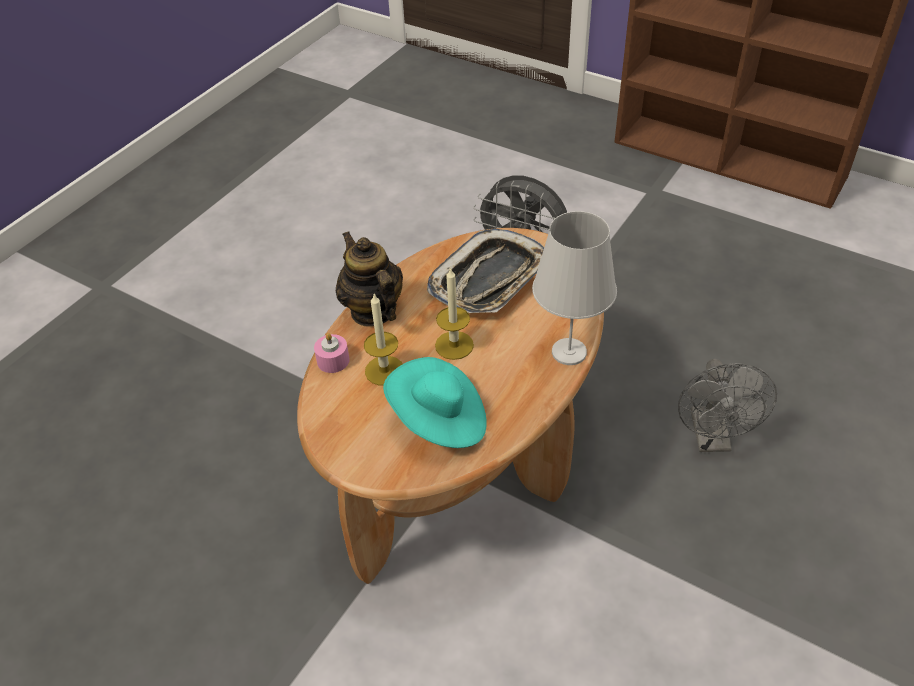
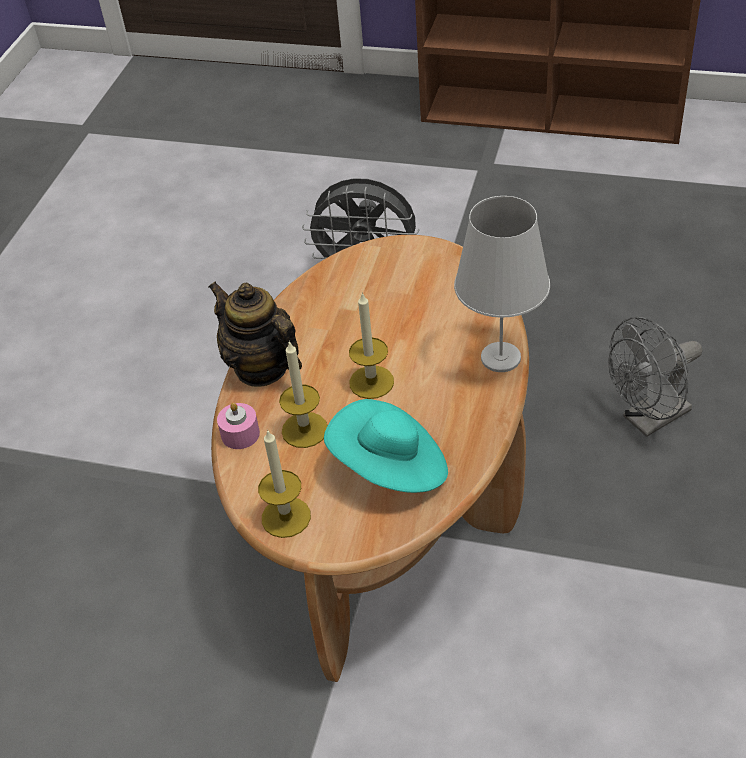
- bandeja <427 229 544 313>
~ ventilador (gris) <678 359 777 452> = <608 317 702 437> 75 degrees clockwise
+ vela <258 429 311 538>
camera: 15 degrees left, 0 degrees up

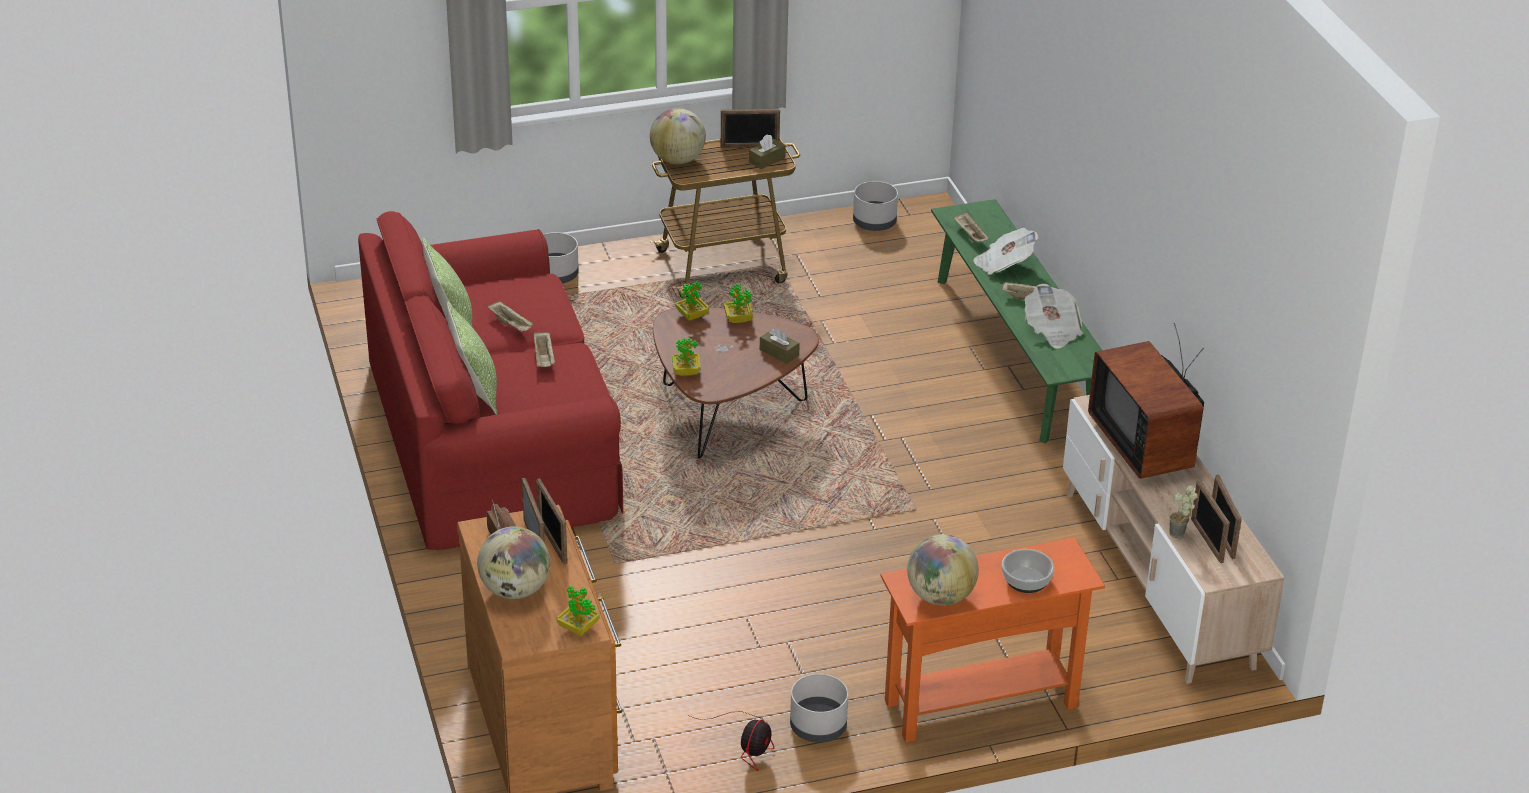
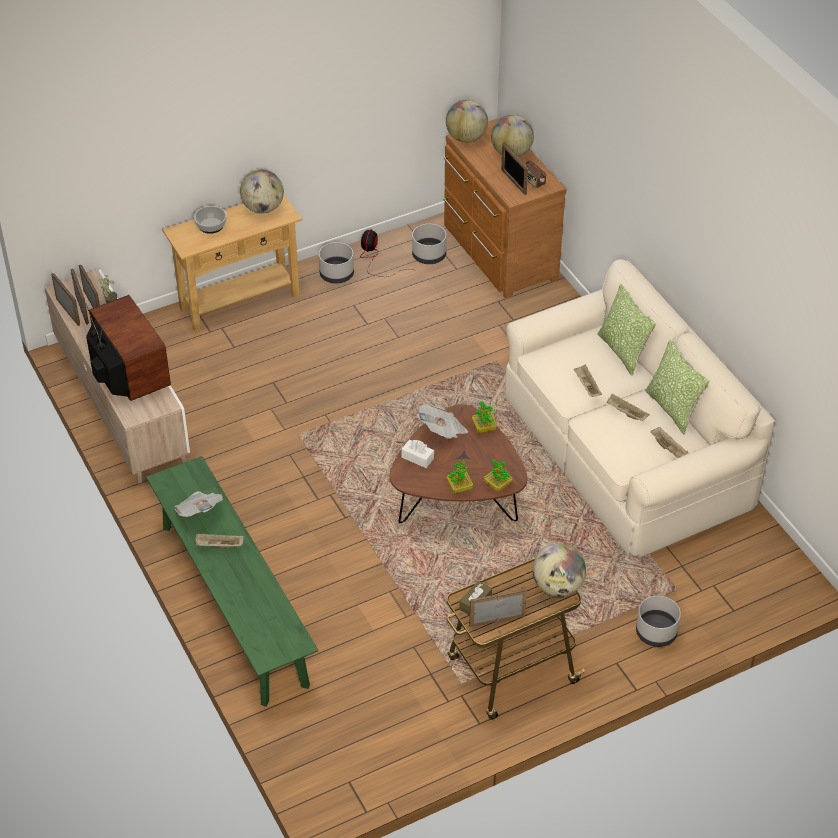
~ maceta (gris) <853 181 898 231> to <412 224 446 264>
~ sofá (rojo) <358 211 623 550> to sofá (beis) <505 259 775 557>
~ bandeja (beis) <953 212 990 242> to <650 427 688 458>
~ periódico <973 228 1039 275> to <416 404 468 439>
~ caja de pañuelos (marrón) <760 328 800 364> to caja de pañuelos (blanco) <401 440 434 468>
~ portarretratos <536 478 568 565> to <51 273 80 326>
~ mesa consola (naranja) <880 537 1105 742> to mesa consola (beis) <162 195 302 332>
~ planta en maceta <556 586 600 636> to globo terráqueo <446 100 488 143>
camera: 170 degrees right, 10 degrees up

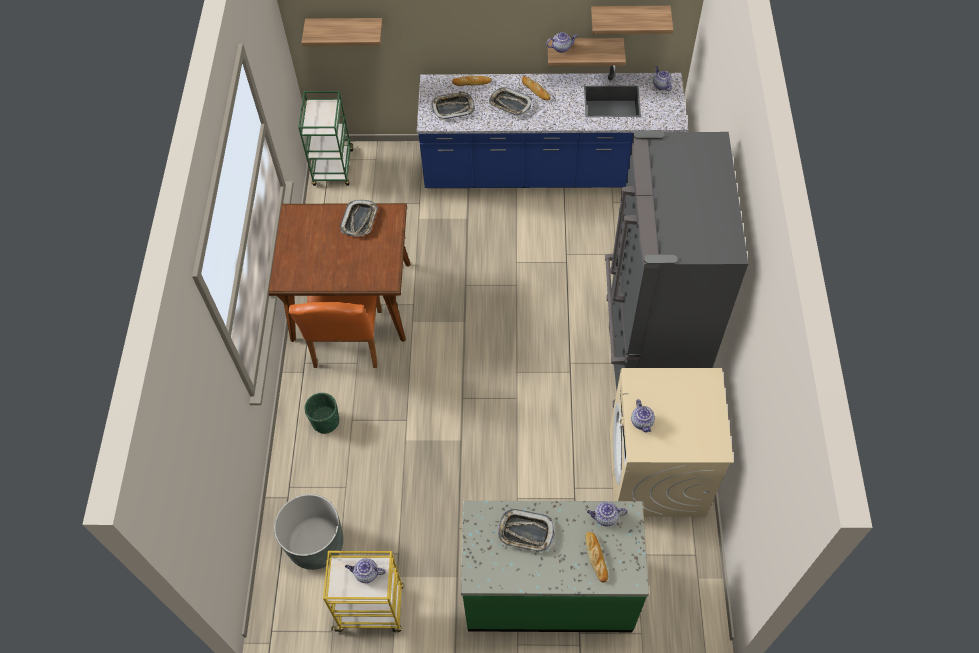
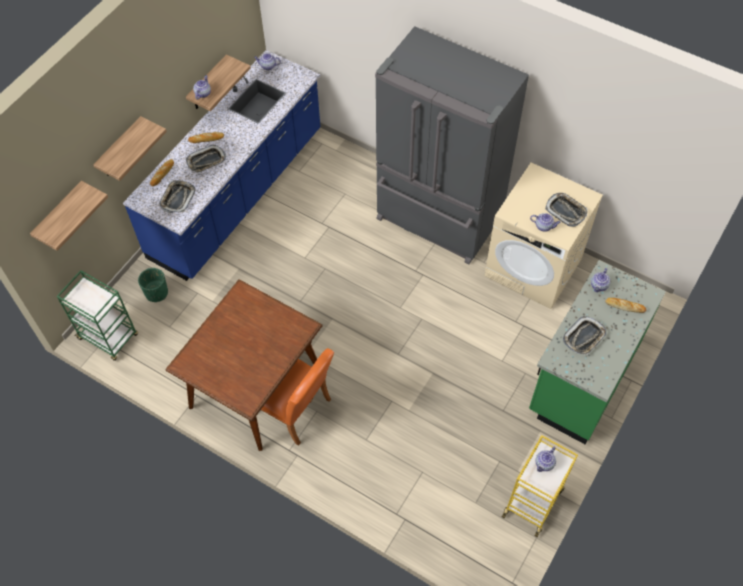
~ estante <591 6 673 34> to <93 116 167 181>
~ bandeja <340 200 378 237> to <545 193 588 227>
~ maceta (verde) <304 393 339 434> to <138 268 168 302>
- maceta (gris) <274 494 344 570>
camera: 60 degrees left, 0 degrees up

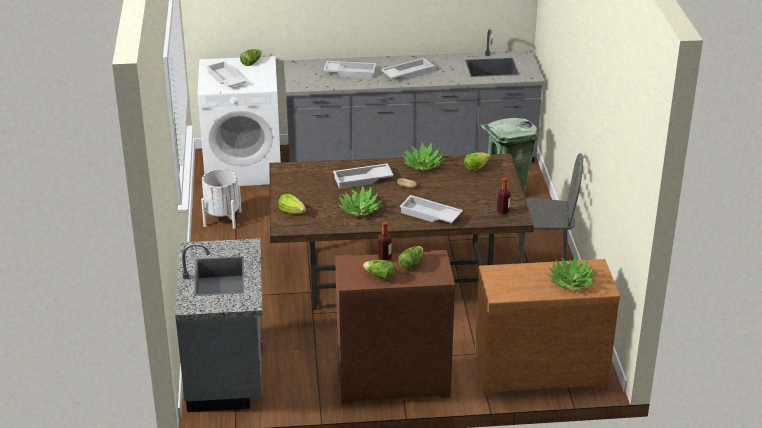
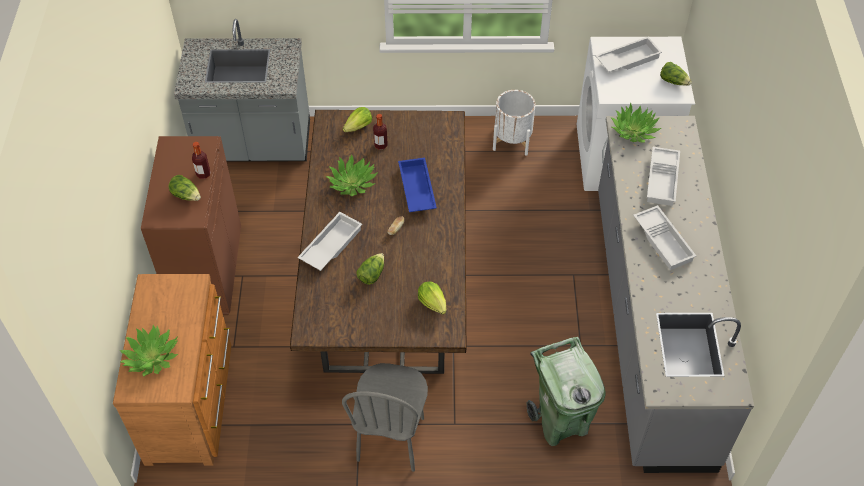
~ planta en maceta <401 143 444 171> to <610 103 661 143>
~ bandeja (blanco) <333 163 394 189> to bandeja (azul) <398 157 437 212>
~ botella <497 178 511 215> to <373 114 388 150>
~ lechuga <363 260 396 281> to <356 253 384 285>
camera: 95 degrees right, 20 degrees up

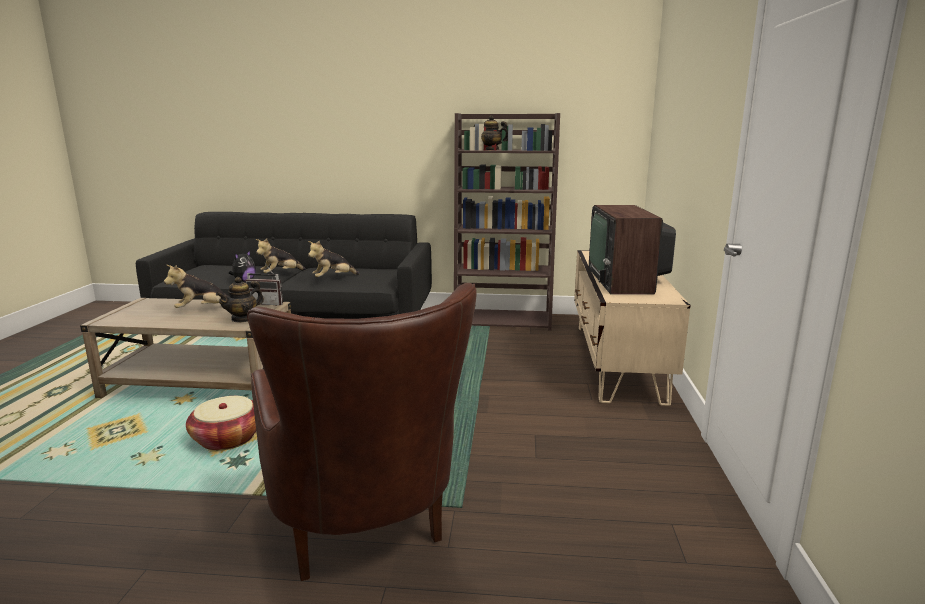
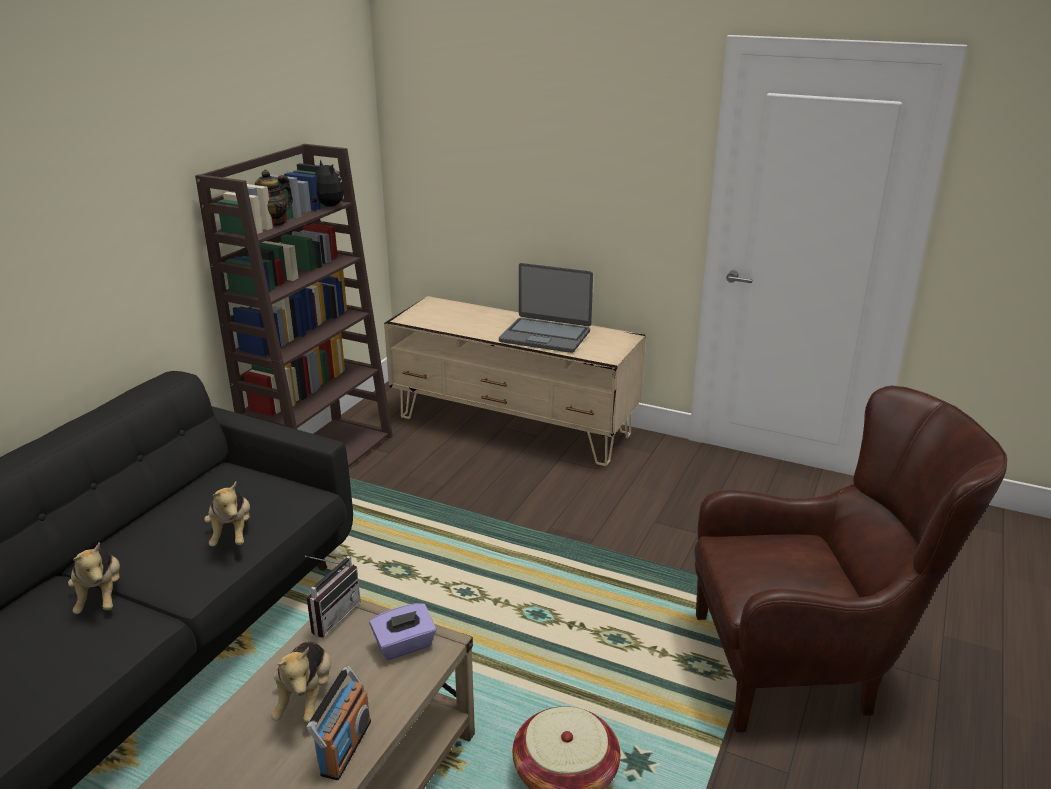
~ televisor <589 205 676 295> to portátil <499 263 593 353>
~ peluche <229 250 256 282> to <311 160 344 207>
~ tetera <216 277 264 323> to caja de pañuelos (morado) <369 603 437 660>
+ radio <306 666 371 780>
camera: 70 degrees left, 10 degrees up

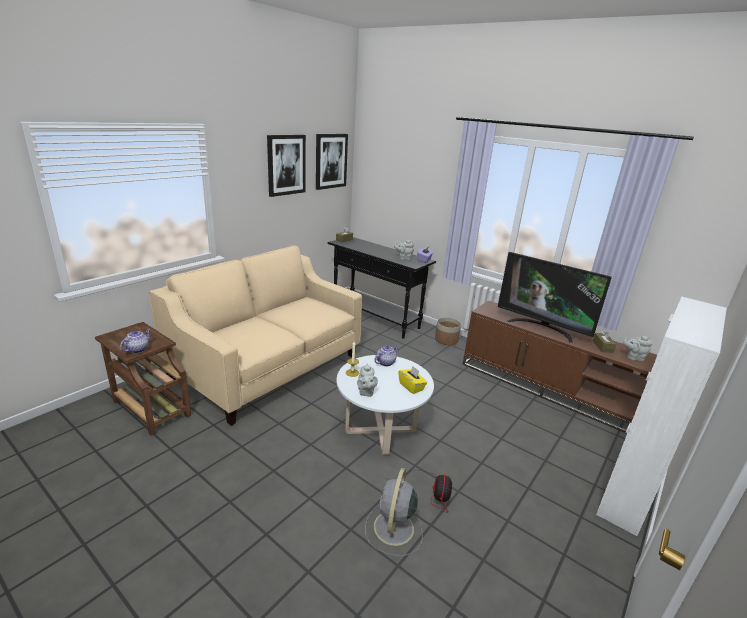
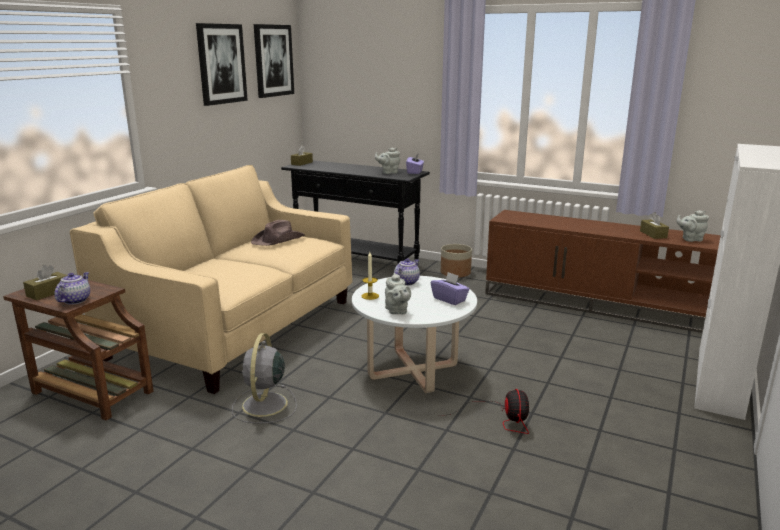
- televisor <498 252 612 343>
~ caja de pañuelos (amarillo) <398 366 427 394> to caja de pañuelos (morado) <431 272 470 305>
~ ventilador (gris) <365 468 423 556> to <232 333 297 423>
+ sombrero (marrón) <251 220 305 246>
+ caja de pañuelos (marrón) <23 265 68 300>
camera: 10 degrees left, 5 degrees down

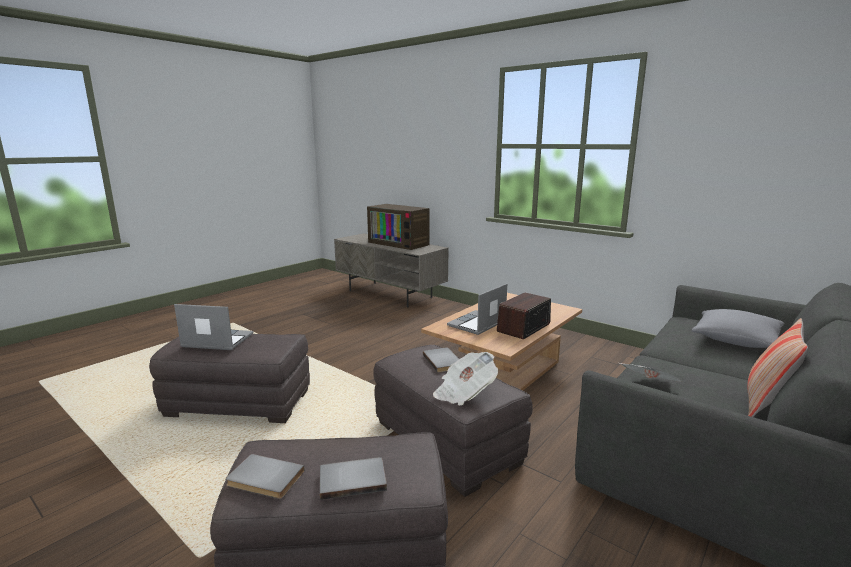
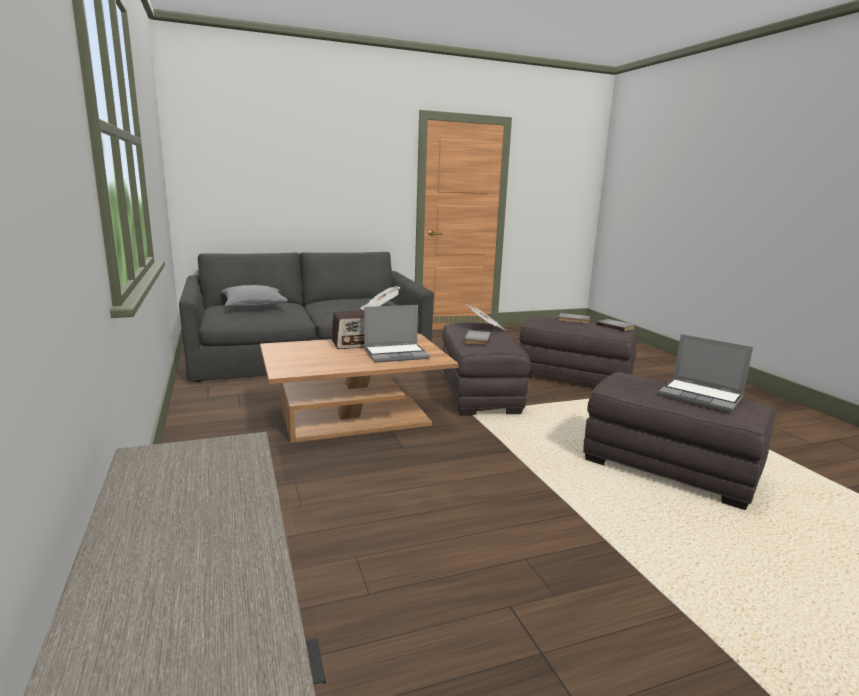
- televisor <367 204 429 250>
- cojín <747 318 808 417>
camera: 150 degrees left, 0 degrees up

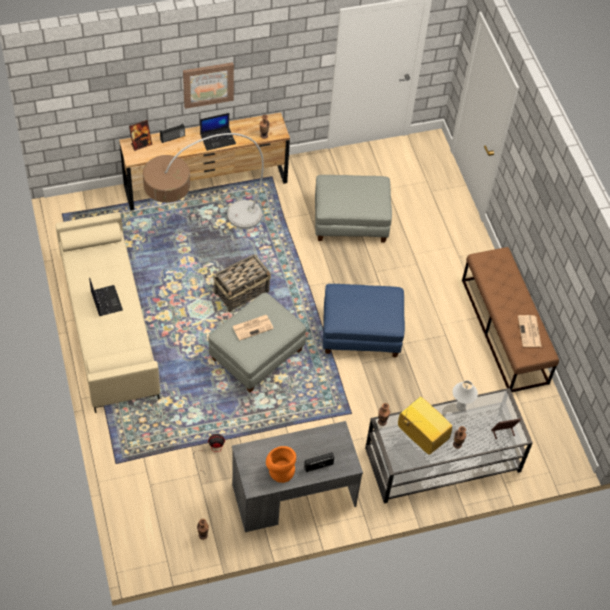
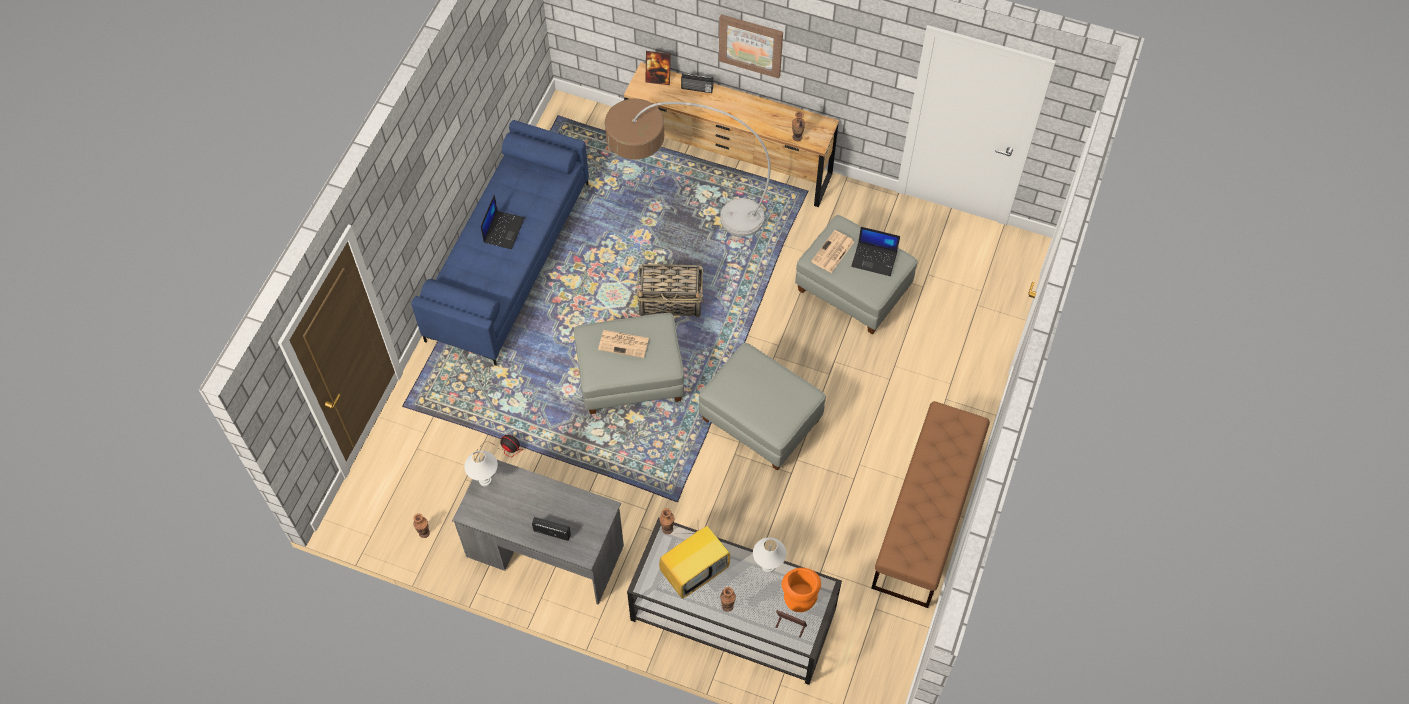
~ portátil <200 113 236 151> to <851 227 900 276>
~ sofá (beis) <55 212 160 413> to sofá (azul) <411 120 589 366>
~ puf (azul) <323 284 405 357> to puf (gris) <699 343 826 471>
~ periódico <518 315 541 347> to <811 230 854 273>
~ televisor <398 397 452 455> = <659 526 730 599> 60 degrees clockwise
~ florero (naranja) <266 446 296 483> to <782 568 821 612>
+ lámpara de mesa (blanco) <464 451 498 486>
camera: 40 degrees right, 5 degrees up

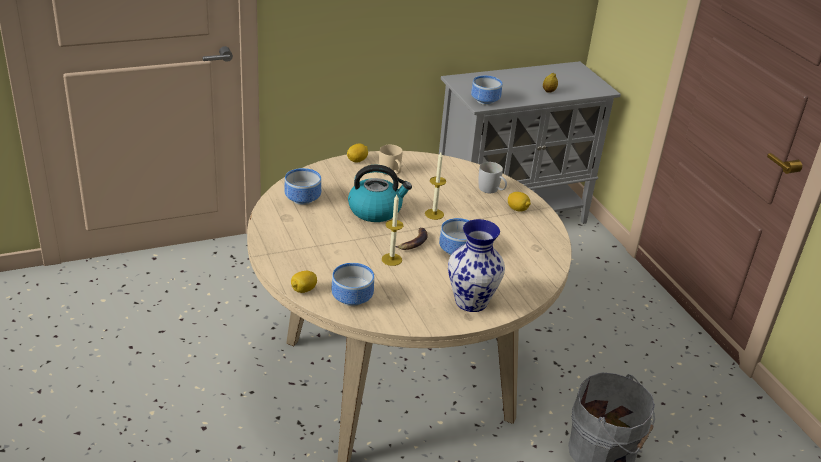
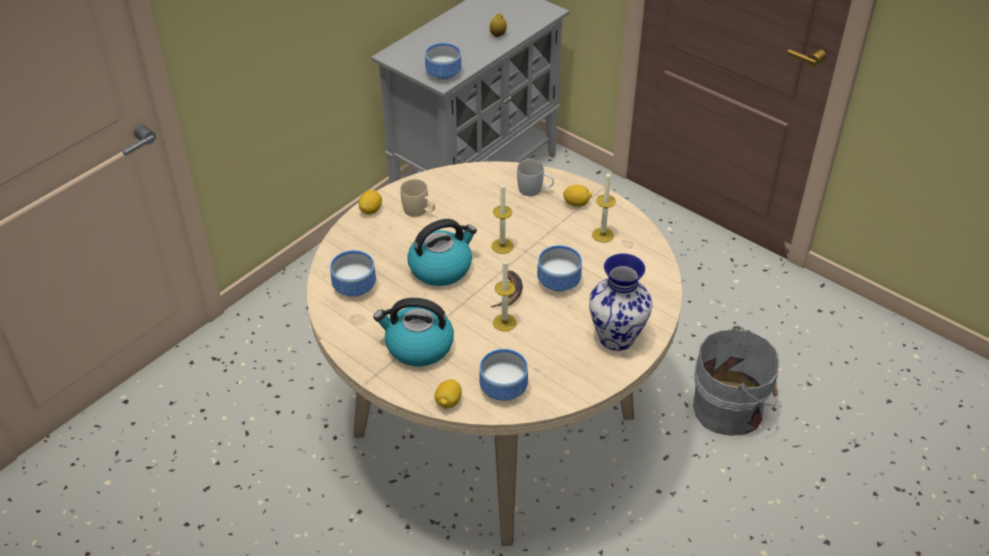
+ vela <592 171 616 243>
+ hervidor <373 298 454 367>
camera: 25 degrees left, 10 degrees up

